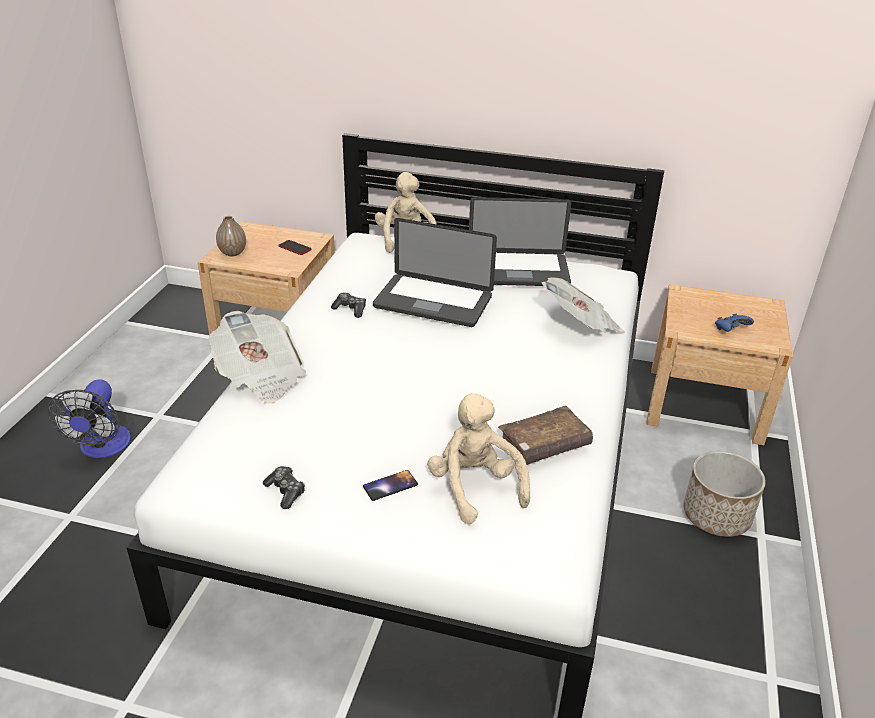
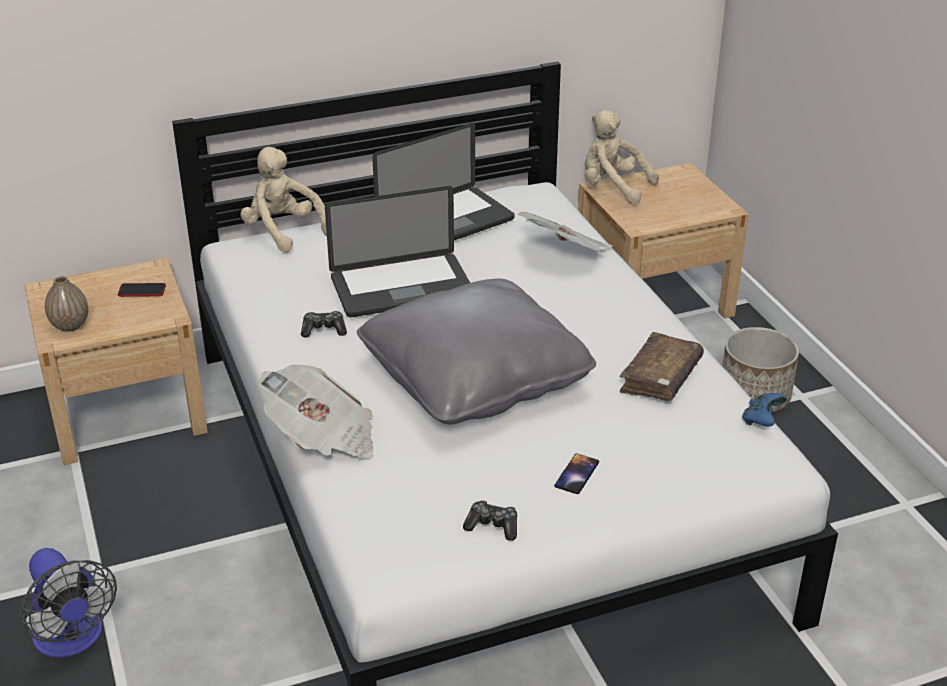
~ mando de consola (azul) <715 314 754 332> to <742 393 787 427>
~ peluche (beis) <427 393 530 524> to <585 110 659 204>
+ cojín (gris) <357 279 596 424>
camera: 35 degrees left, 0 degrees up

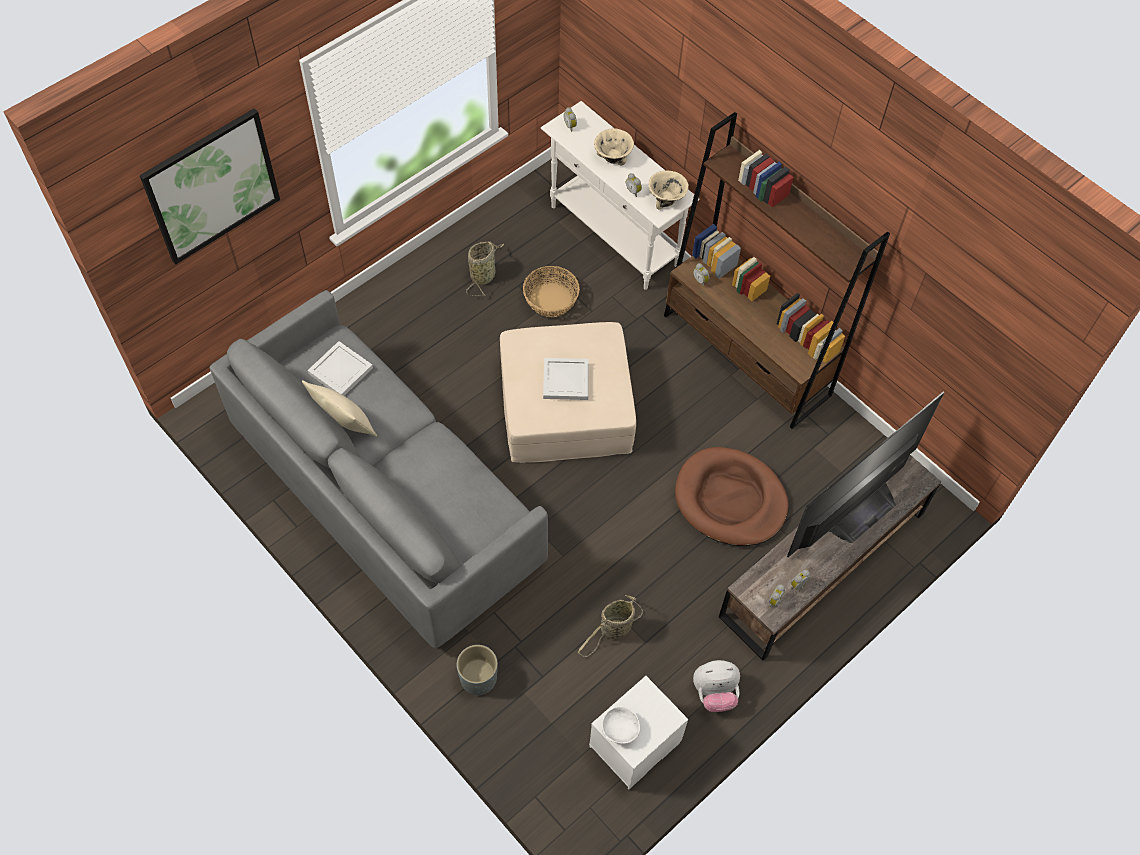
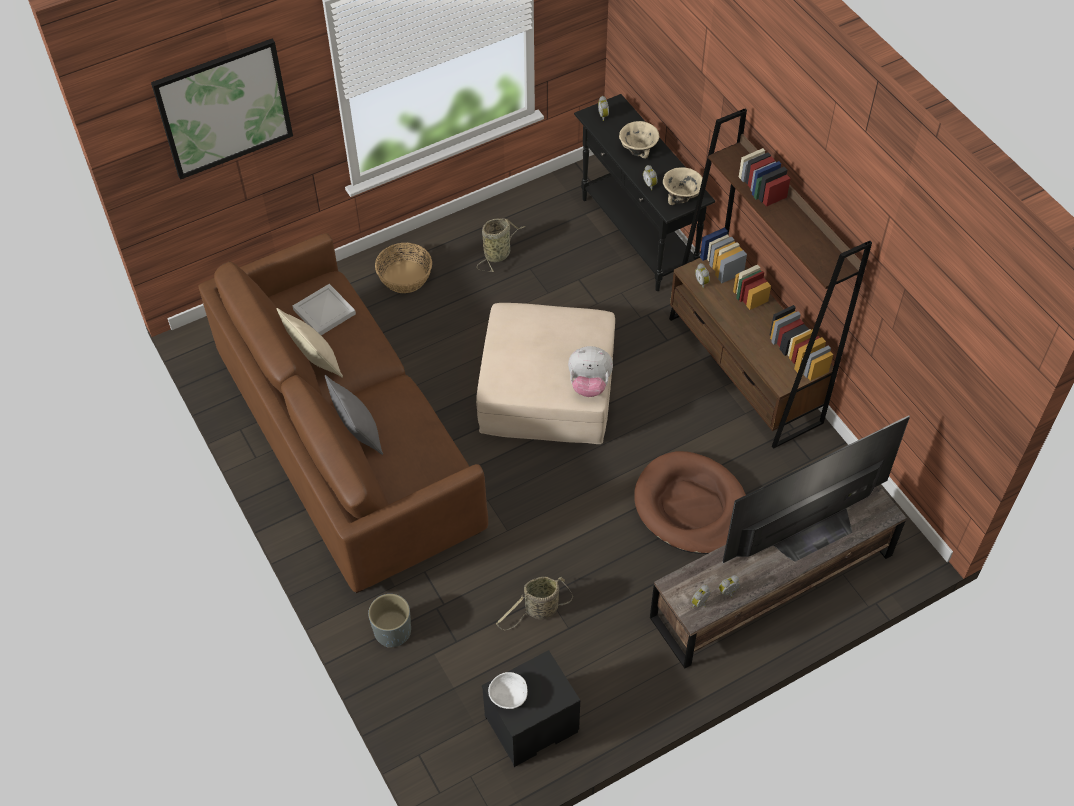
~ mesa consola (blanco) <541 101 700 290> to mesa consola (negro) <574 94 715 291>
~ cesta <523 266 580 317> to <375 243 432 293>
~ sofá (gris) <210 290 548 648> to sofá (marrón) <199 233 488 593>
- bandeja (blanco) <543 358 589 400>
~ peluche <693 660 740 712> to <568 346 613 397>
~ mesita de noche (blanco) <589 676 688 790> to mesita de noche (negro) <482 650 580 767>
+ cojín (gris) <325 375 383 455>
camera: 15 degrees right, 5 degrees down

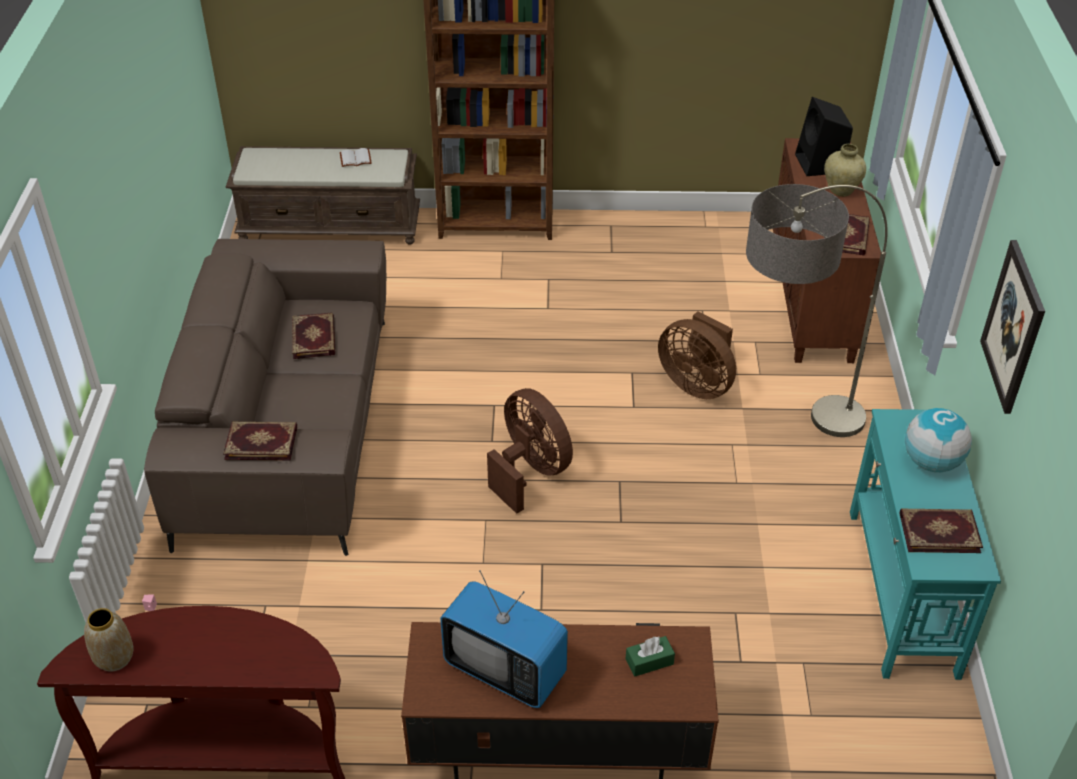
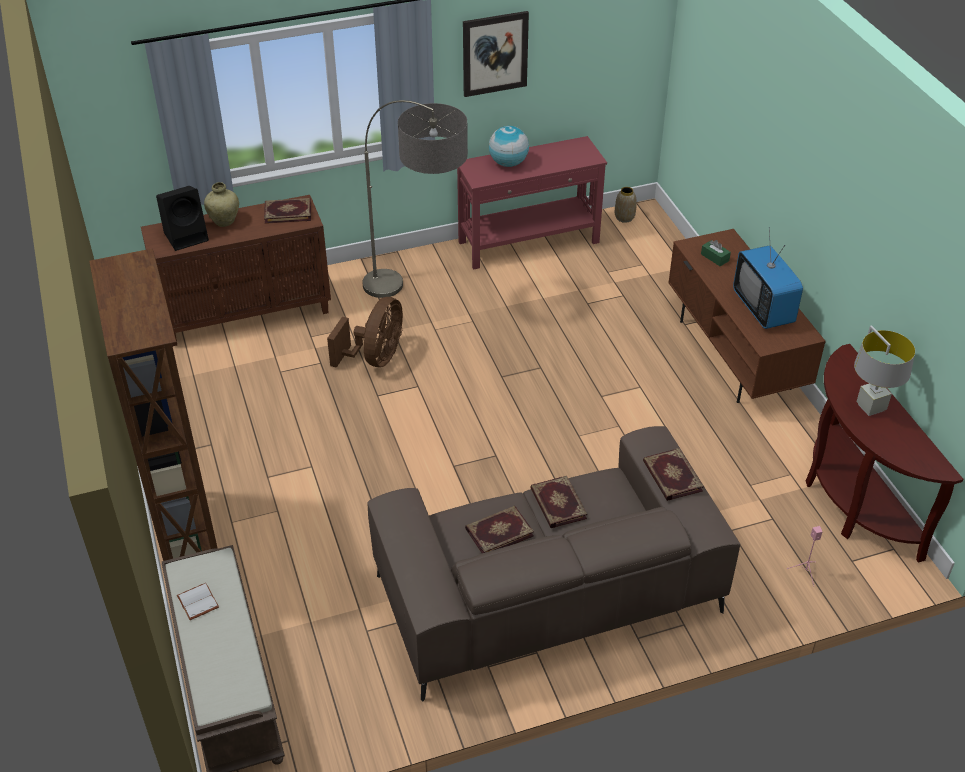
- ventilador (marrón) <487 388 573 514>
~ mesa consola (turquesa) <850 409 1001 680> to mesa consola (rojo) <457 136 607 270>
~ libro <900 509 983 553> to <530 476 587 528>
~ televisor <440 570 568 708> = <733 227 803 329> 150 degrees clockwise
~ florero <84 608 134 672> to <615 187 637 223>
+ lámpara de mesa (gris) <854 325 915 416>
camera: 110 degrees left, 0 degrees up

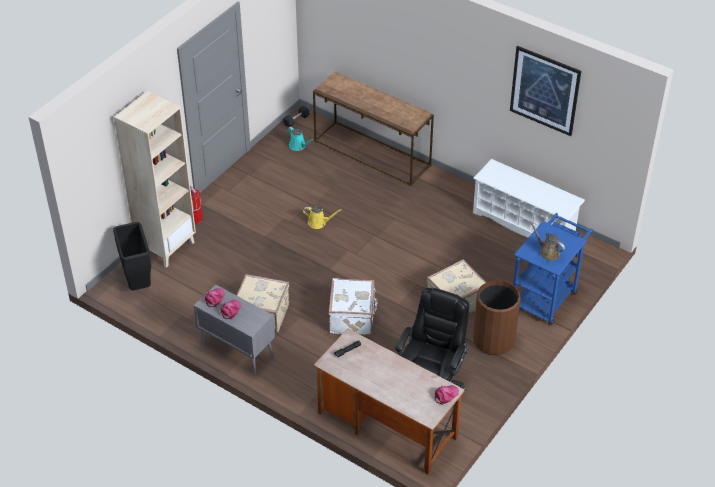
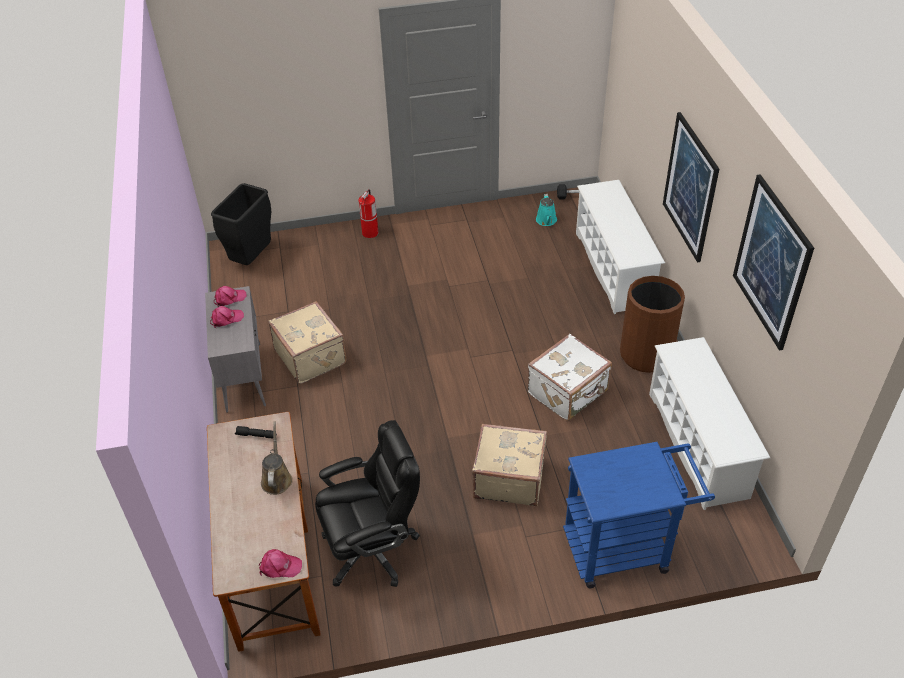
~ mesa consola (marrón) <313 71 434 186> to zapatero (blanco) <576 180 665 314>
- estantería (beis) <114 91 196 268>
- regadera (amarillo) <303 206 342 229>
~ regadera (marrón) <530 221 565 261> to <261 422 293 495>
~ maleta (blanco) <329 278 378 335> to <527 333 612 421>
~ papelera (marrón) <473 280 521 355> to <620 276 685 373>
+ cuadro <663 112 719 263>
camera: 45 degrees right, 0 degrees up

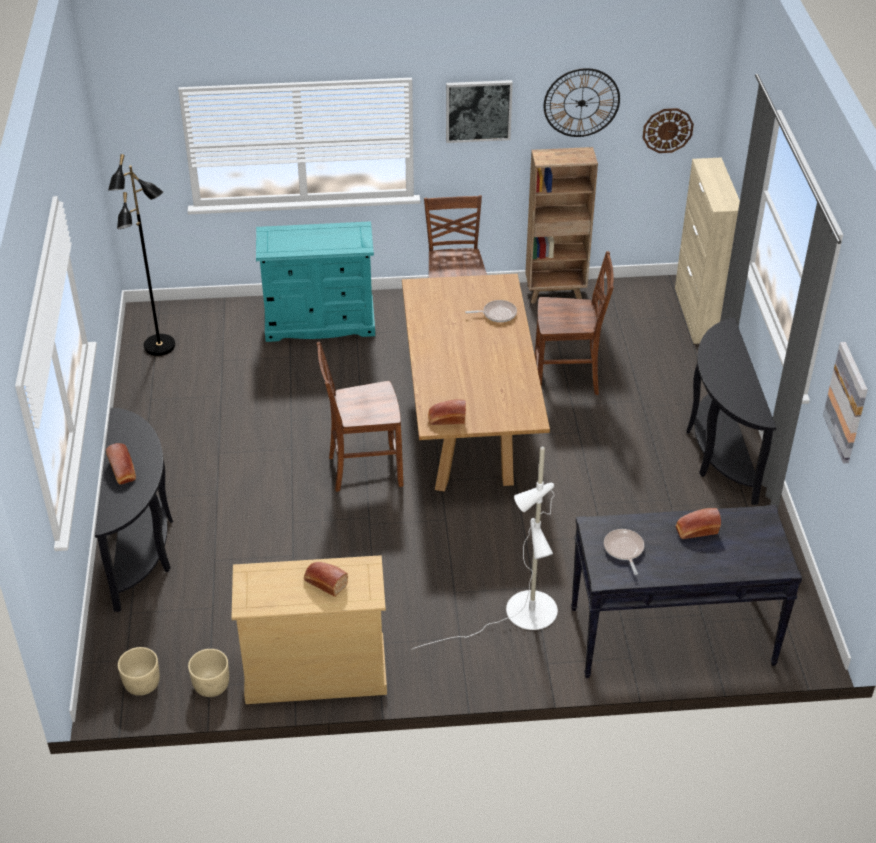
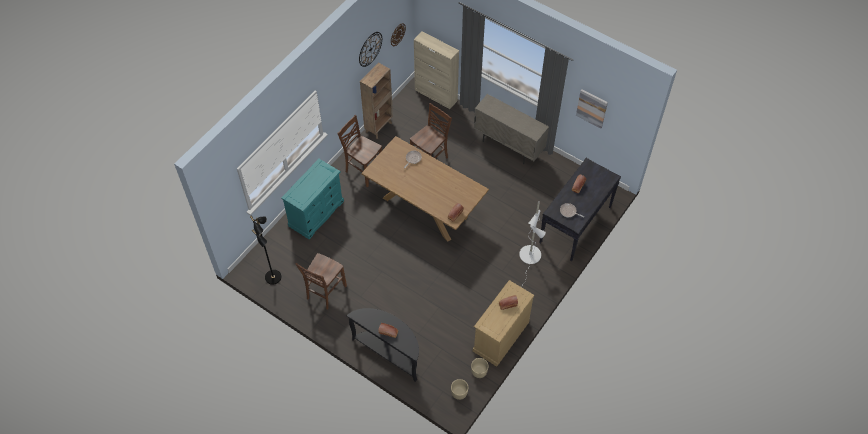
- cuadro <446 80 513 143>
~ mesa consola (negro) <686 318 776 505> to armario (beis) <474 94 549 164>
~ silla (marrón) <317 342 403 492> to <296 253 347 310>
camera: 50 degrees left, 15 degrees up

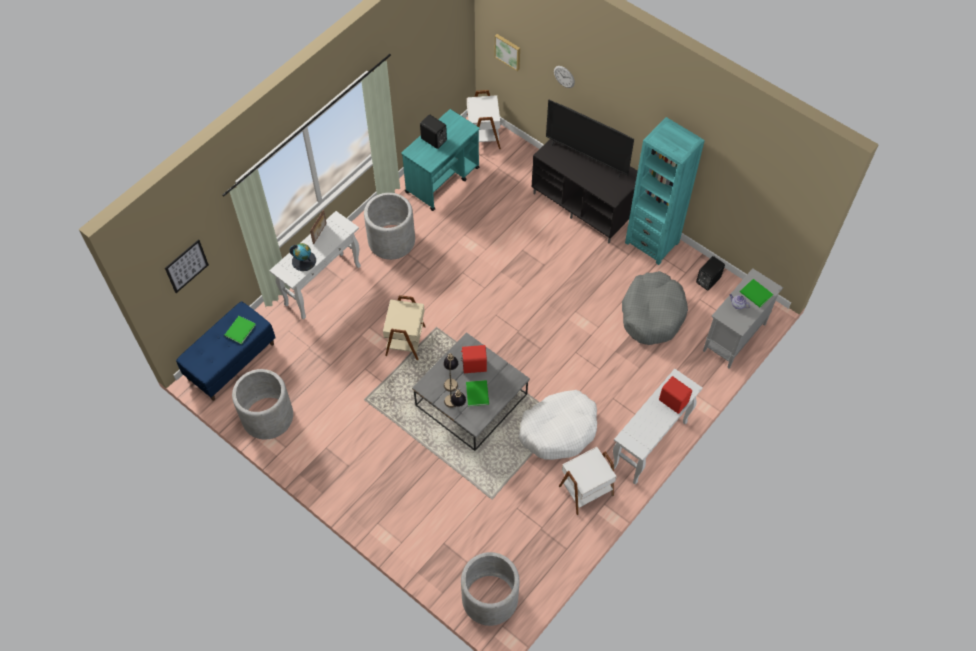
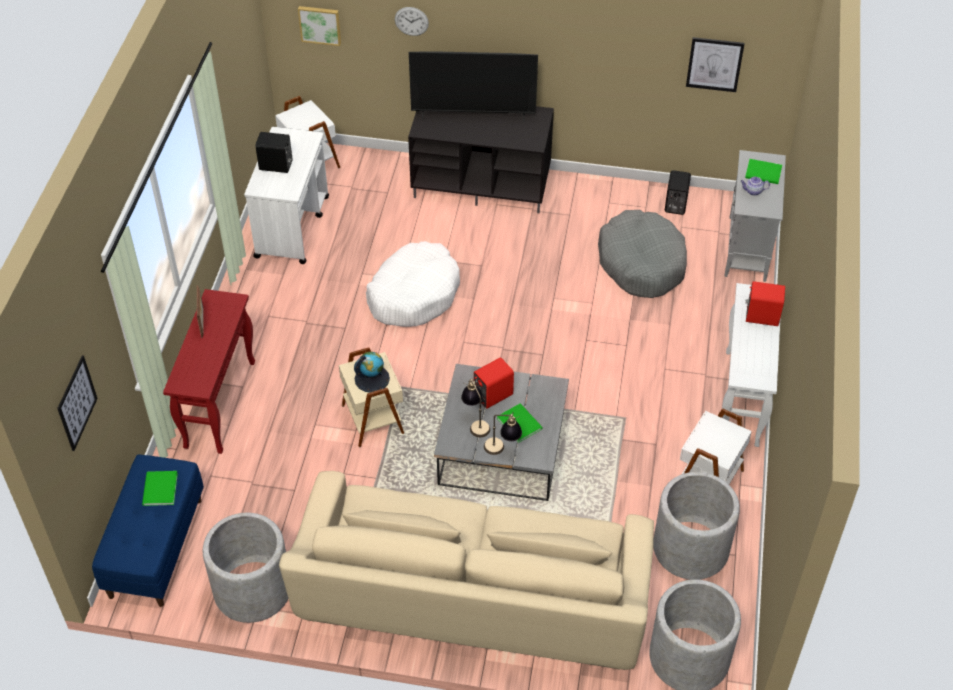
~ carrito (turquesa) <401 109 480 211> to carrito (blanco) <244 127 329 264>
- estantería (turquesa) <625 117 705 265>
~ maceta (gris) <364 193 415 260> to <653 472 740 580>
~ mesa consola (blanco) <269 211 361 320> to mesa consola (rojo) <163 289 255 454>
~ globo terráqueo <290 243 316 271> to <354 352 390 393>
~ cama para perro (blanco) <519 390 597 460> to <366 241 460 327>
+ cuadro <686 37 744 92>
+ sofá (beis) <279 471 654 670>
camera: 30 degrees left, 10 degrees down

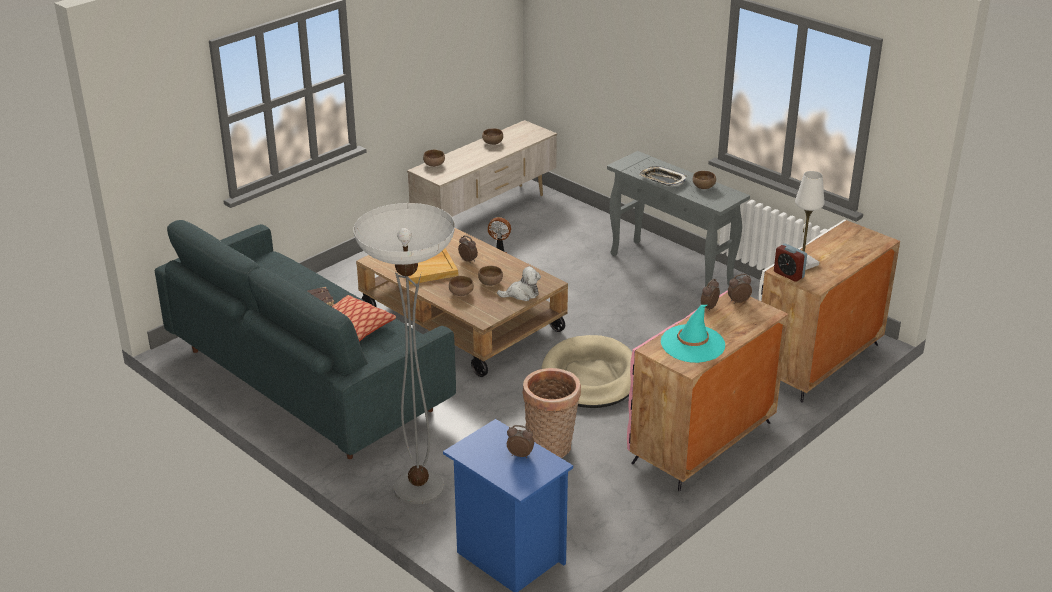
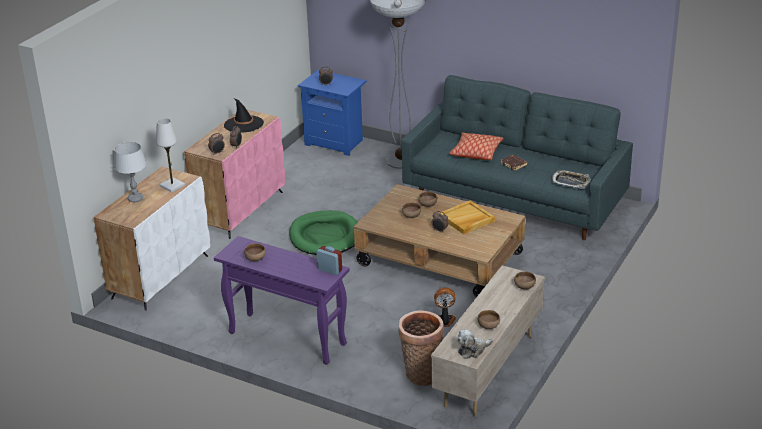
~ mesa consola (gris) <607 151 750 287> to mesa consola (morado) <214 236 350 365>
~ bandeja <639 166 687 186> to <552 170 590 189>
~ despertador <774 244 807 282> to <316 246 342 275>
~ peluche <497 266 541 301> to <457 329 493 359>
~ sombrero (turquesa) <661 305 725 363> to sombrero (negro) <224 99 264 133>
~ cama para perro (beis) <542 335 632 408> to cama para perro (verde) <289 210 358 255>
~ cesta <522 368 581 458> to <398 310 444 386>
+ lámpara de mesa (gris) <114 142 147 202>
camera: 165 degrees right, 0 degrees up

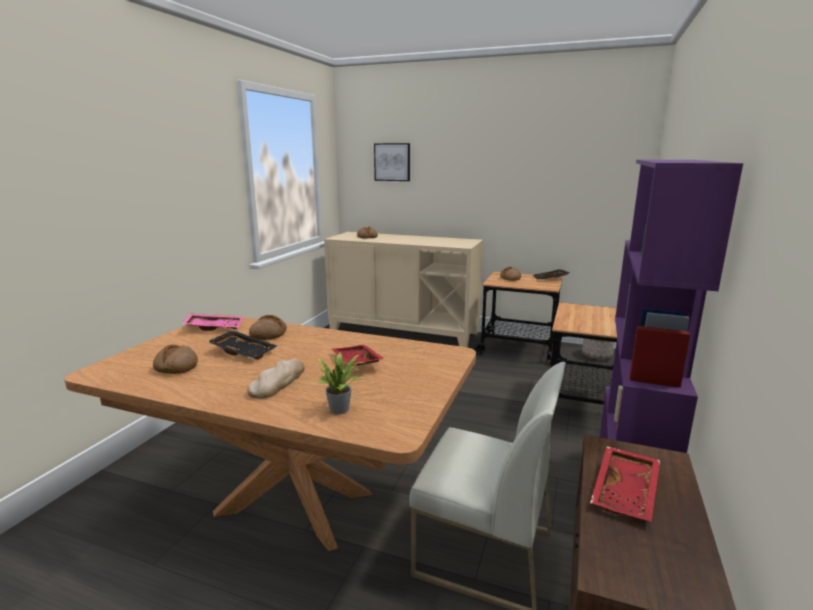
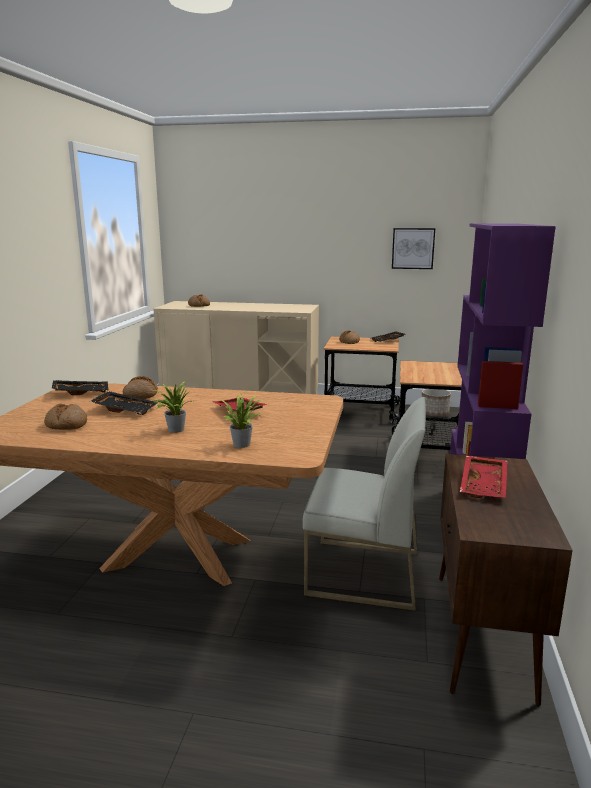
~ cuadro <374 143 410 181> to <392 228 435 269>
~ bandeja (rosa) <182 313 243 331> to bandeja (negro) <52 380 109 395>
~ pan <247 359 305 399> to planta en maceta <153 381 193 433>
camera: 10 degrees left, 0 degrees up

